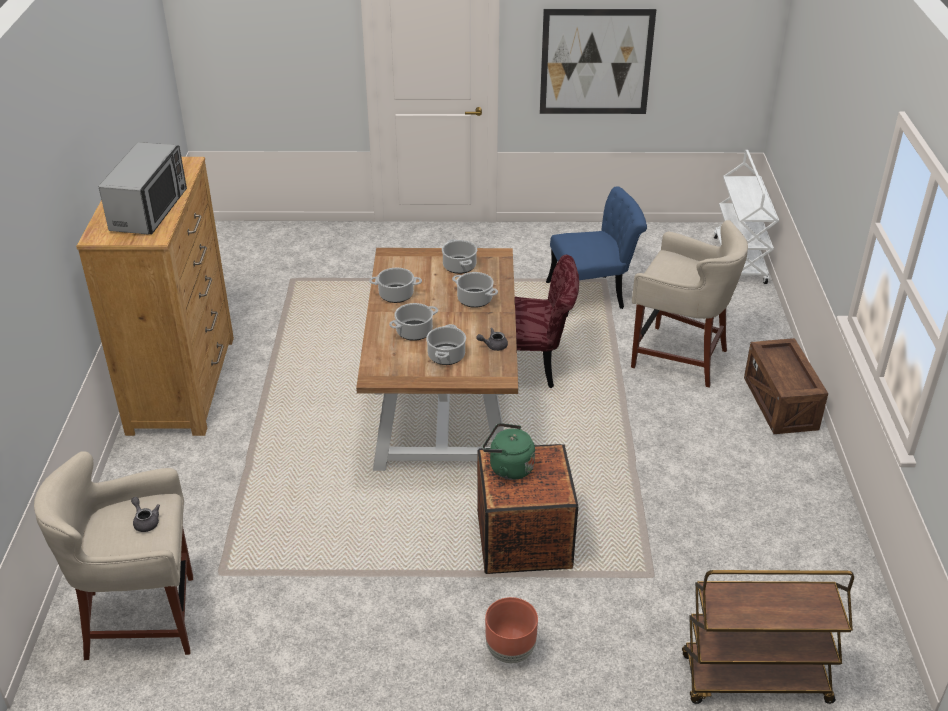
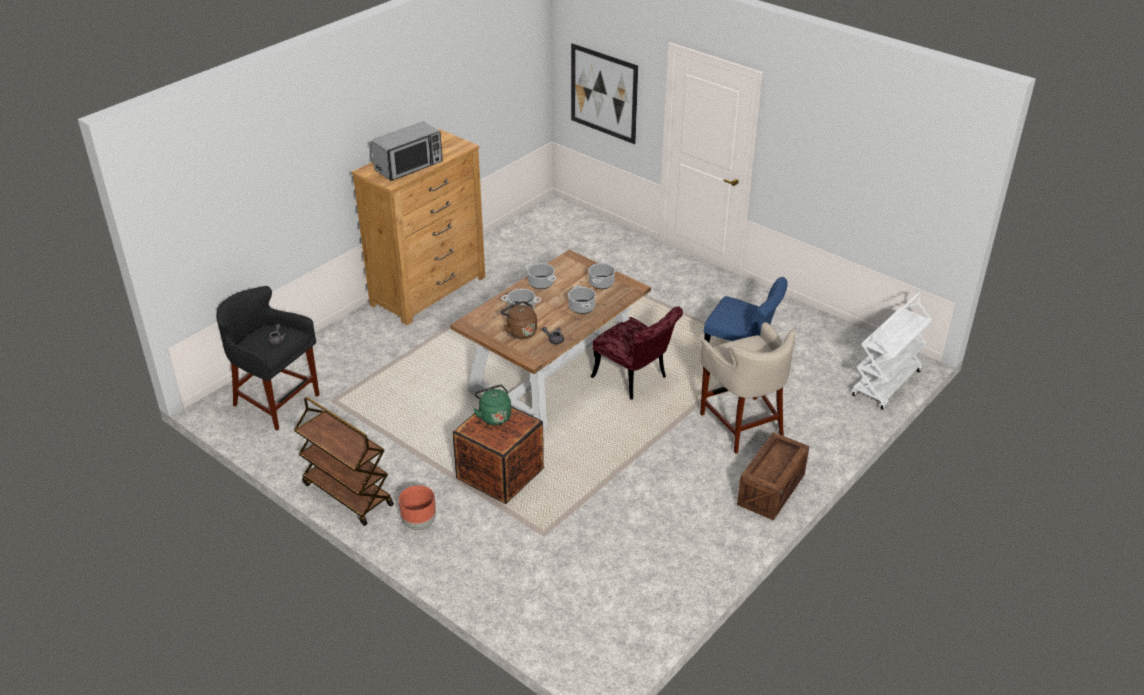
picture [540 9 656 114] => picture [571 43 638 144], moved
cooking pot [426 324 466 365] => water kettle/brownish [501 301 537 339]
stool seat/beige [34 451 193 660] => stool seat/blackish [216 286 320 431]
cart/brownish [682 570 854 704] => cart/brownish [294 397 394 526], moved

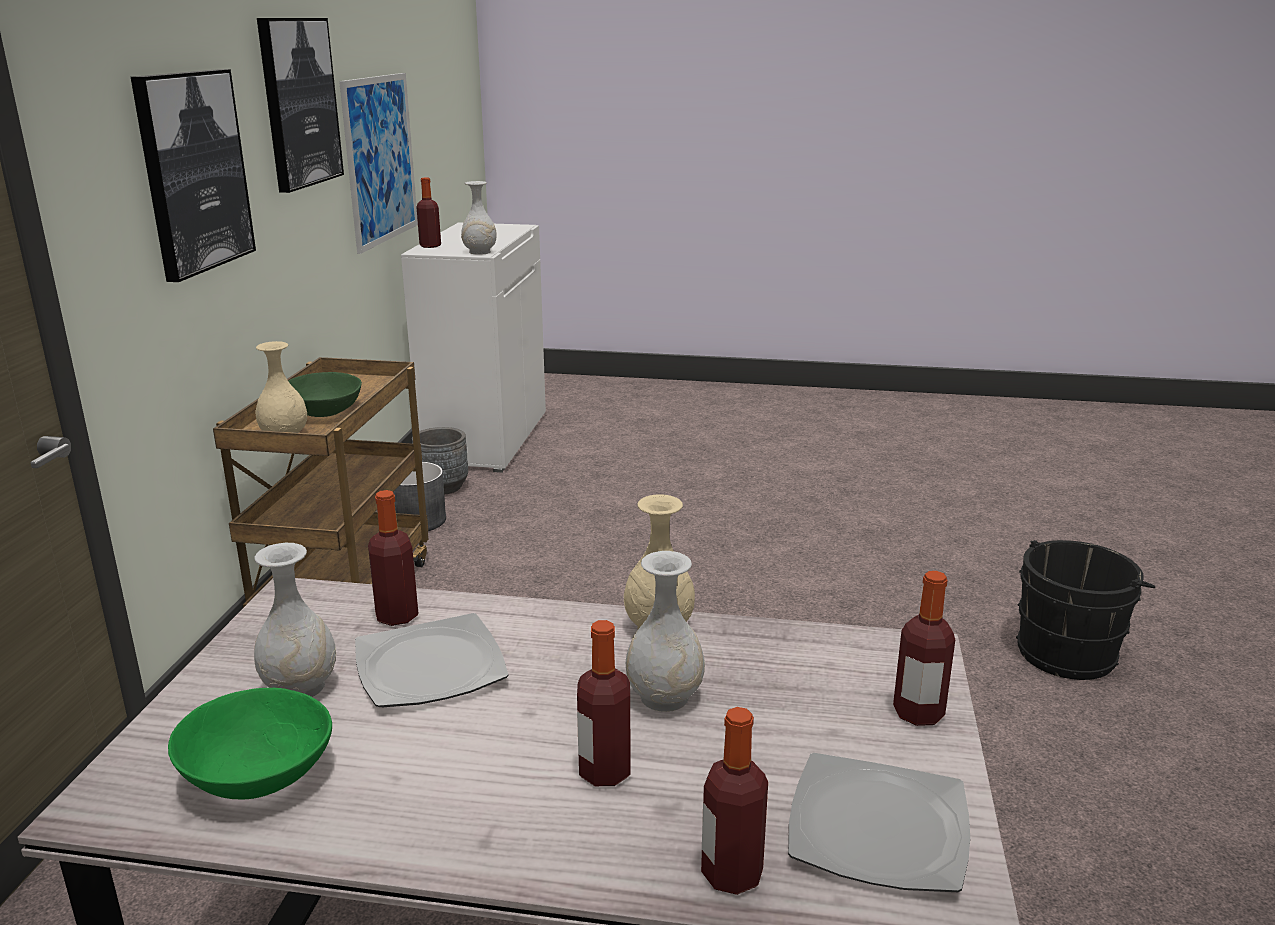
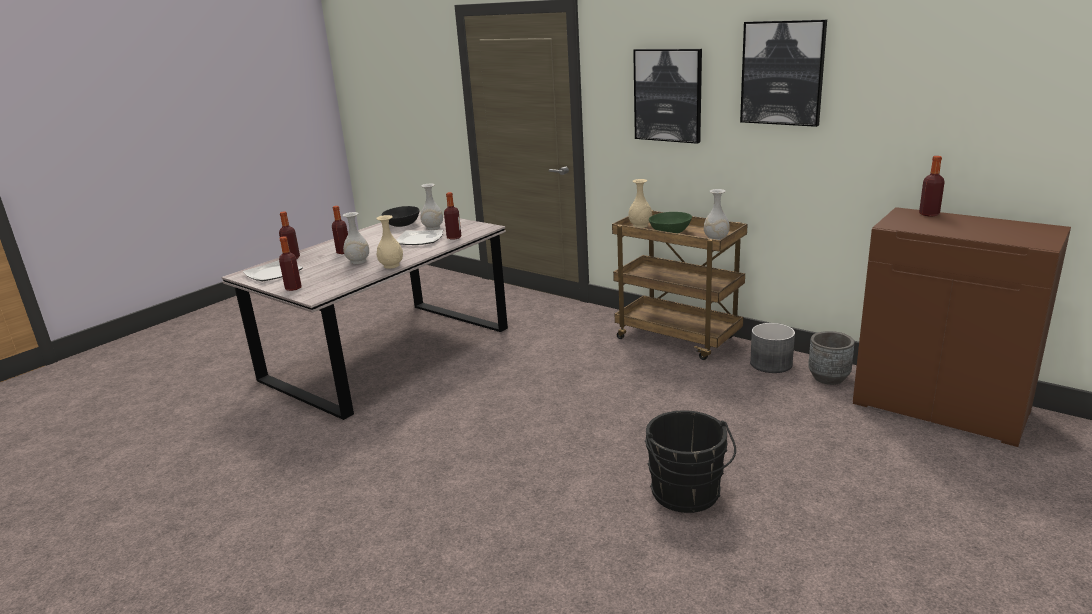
picture [339 73 418 254] => nothing
flower vase/whitish [461 181 497 255] => flower vase/whitish [704 189 730 240], moved
storage cabinet/whitish [401 222 546 473] => storage cabinet/brownish [853 207 1071 447]
water bucket/blackish [1016 540 1155 680] => water bucket/blackish [645 410 736 513], moved
deep dish/green-coloured [168 688 332 800] => deep dish/blackish [382 206 420 227]

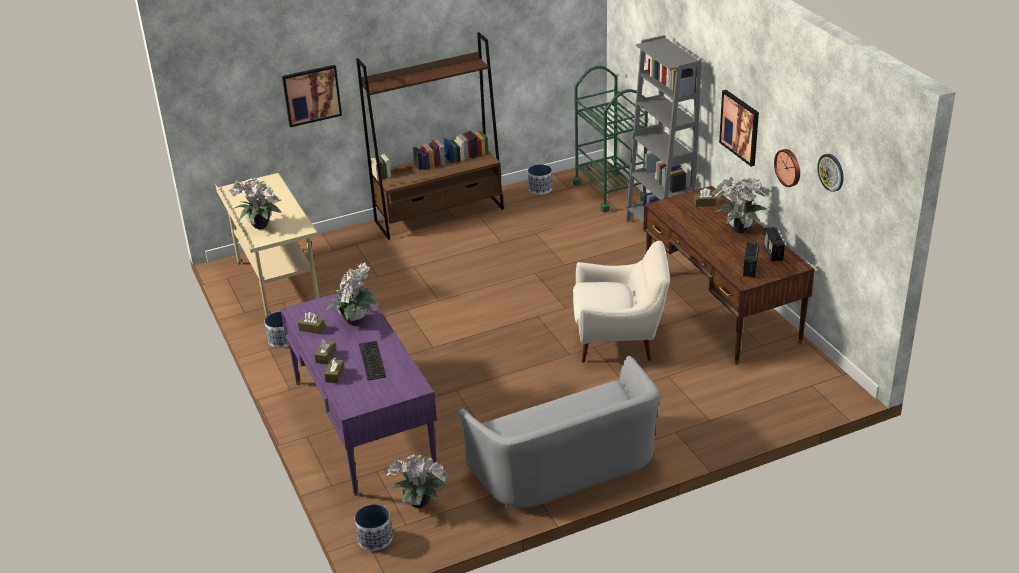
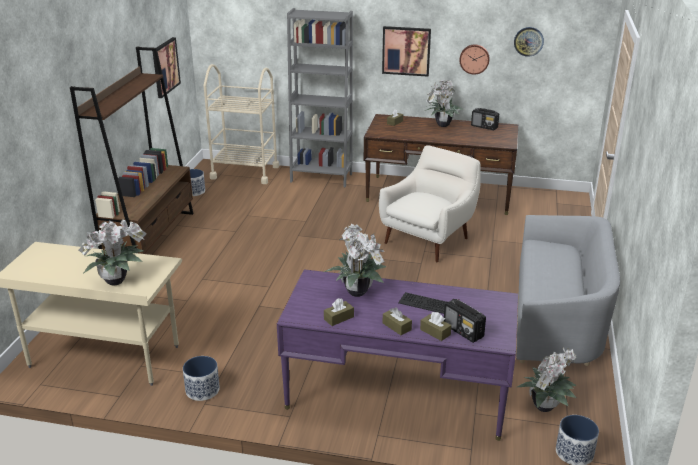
picture [282 65 342 127] => picture [153 37 181 98], moved
cart/green-coloured [573 66 648 213] => cart/beige [204 64 279 184]
radio receiver [743 242 759 277] => radio receiver [444 299 486 343], moved

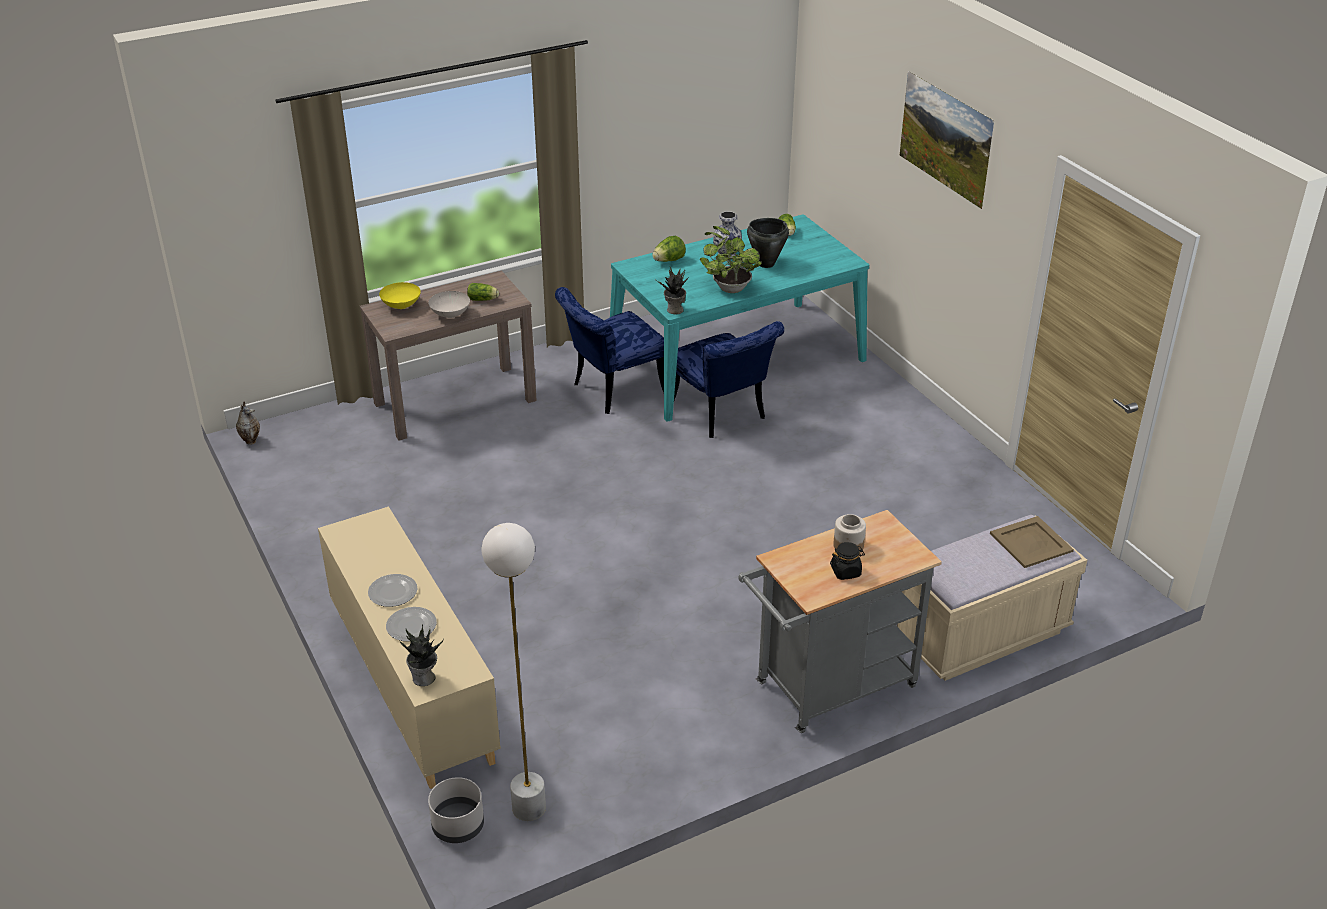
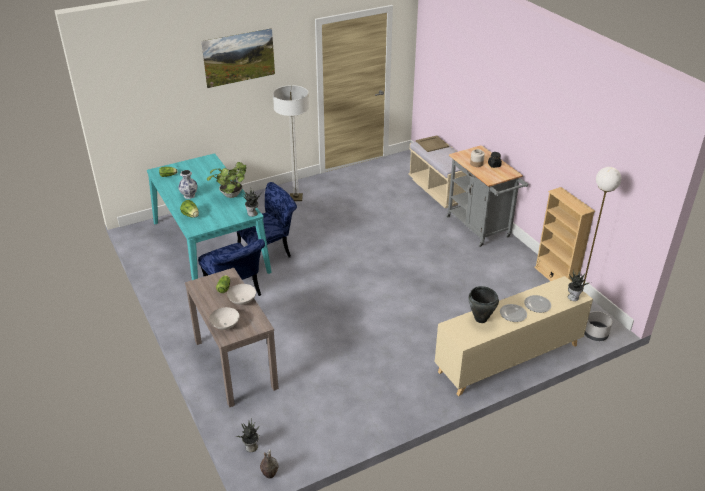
cooking pot/blackish [747 218 789 268] => cooking pot/blackish [469 286 499 323], moved
deep dish/yellowish [379 282 421 309] => deep dish/whitish [209 307 240 330]
nothing => floor lamp [273 85 309 201]
nothing => bookshelf/beige [534 187 595 281]
nothing => houseplant [236 419 259 452]

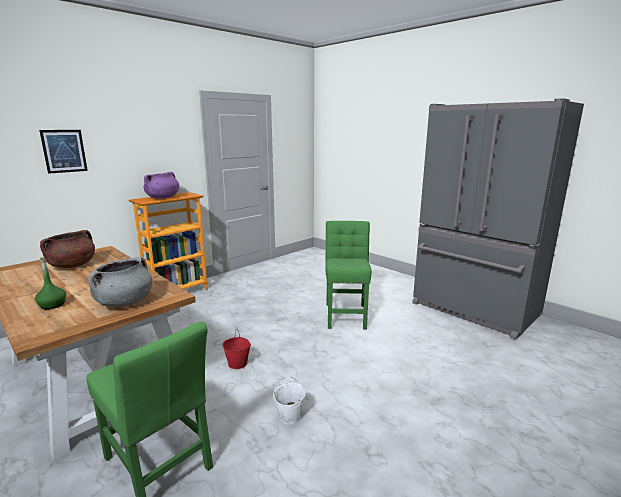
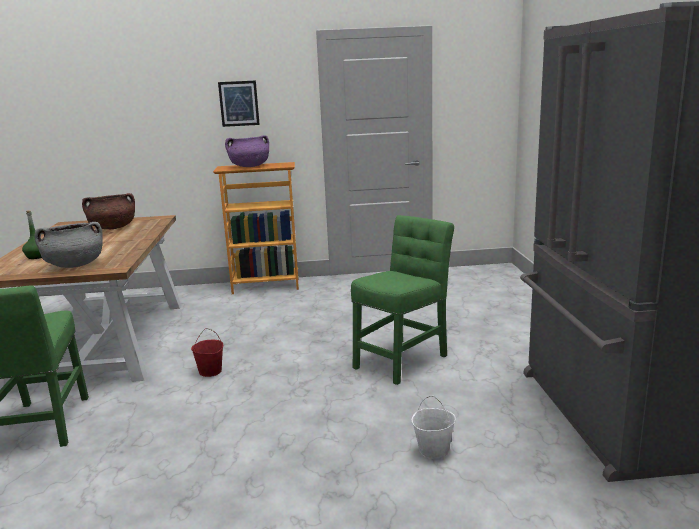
picture [39 130 88 174] => picture [218 81 260 127], moved
water bucket/whitish [273 376 306 424] => water bucket/whitish [412 396 456 459], moved

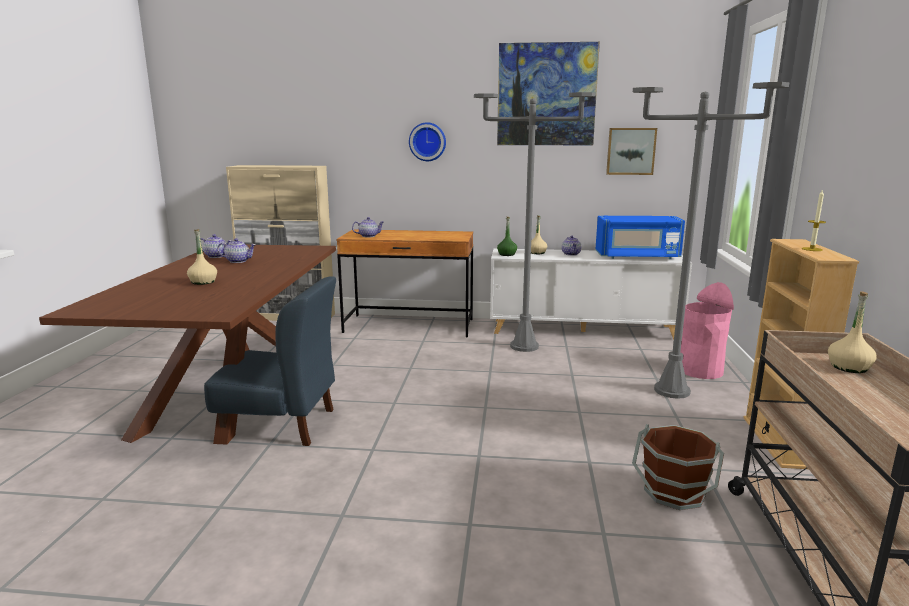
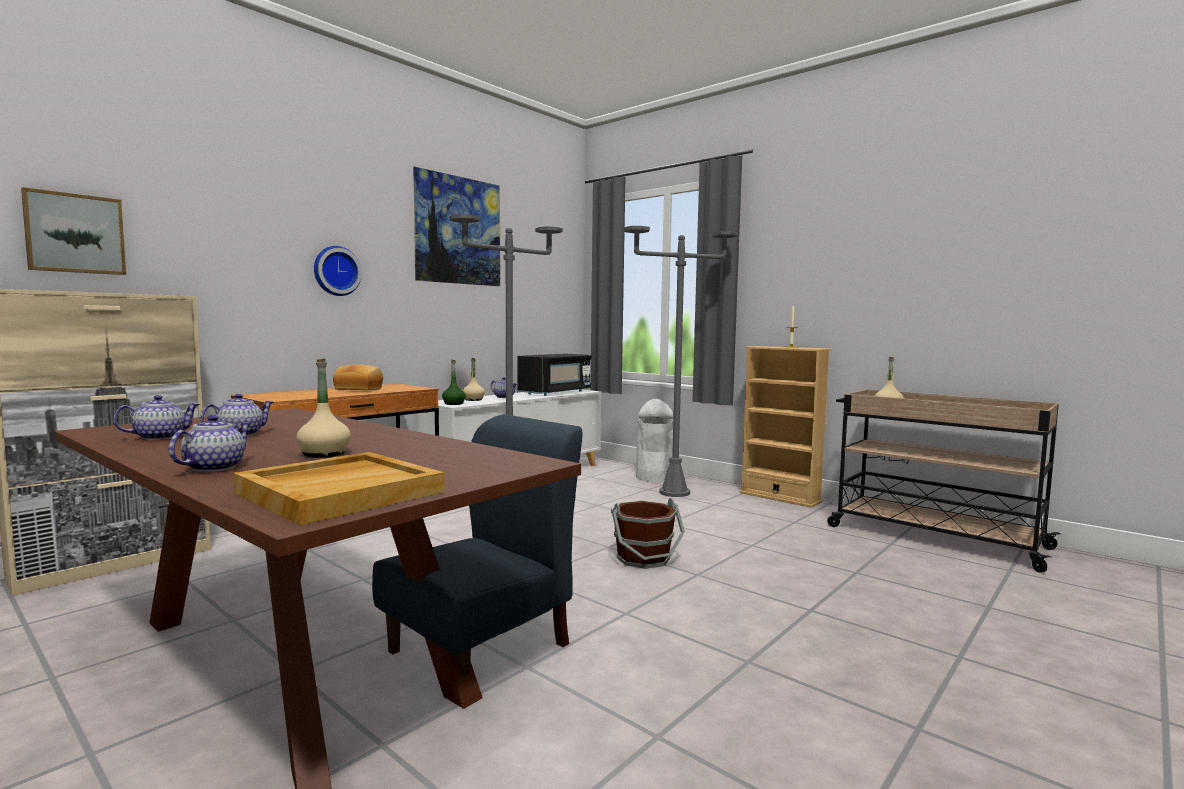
picture [606 128 657 175] => picture [21 187 126 275], moved
microwave/blue-coloured [596 216 685 259] => microwave/blackish [518 354 592 396]
tea pot [352 217 384 238] => tea pot [169 415 252 472], moved
rubbish bin/pink-coloured [680 282 734 379] => rubbish bin/whitish [636 399 673 482]
water bucket/brownish [632 424 724 510] => water bucket/brownish [611 498 685 569], moved
nothing => baked bread [333 364 383 390]
nothing => tray/beige [233 452 445 525]

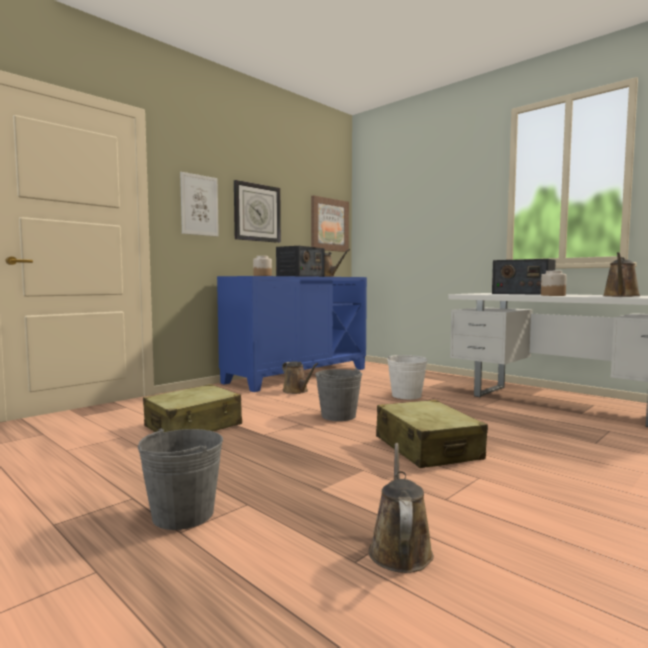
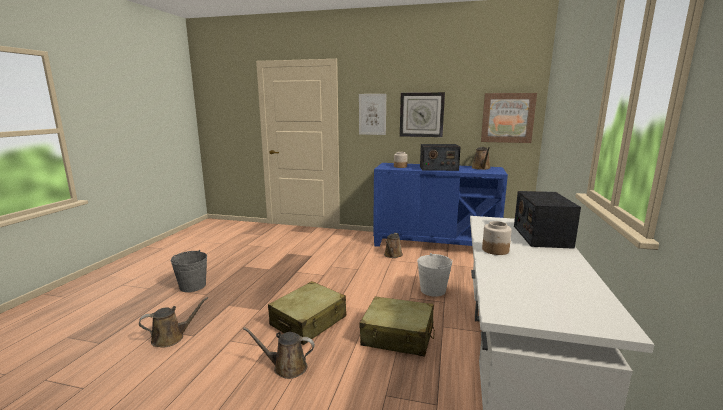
sprinkling can/brownish [603 252 640 297] => sprinkling can/brownish [243 327 315 379], moved
water bucket/gray [316 368 362 421] => nothing
suitcase/beige [143 384 242 433] => suitcase/beige [359 296 435 357], moved

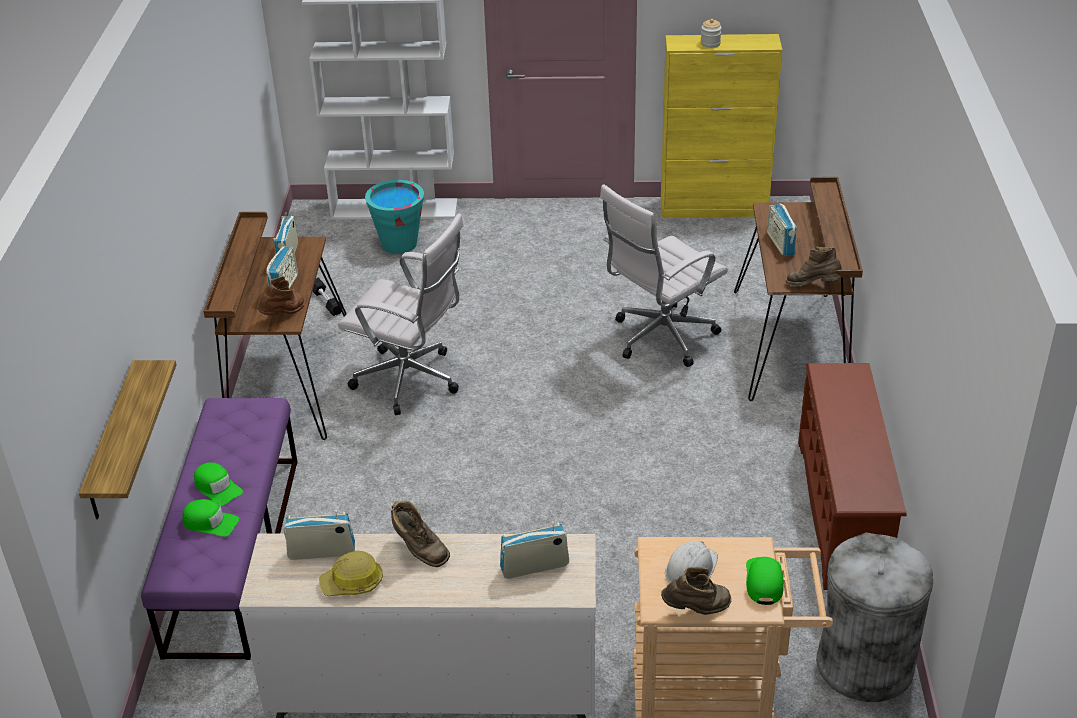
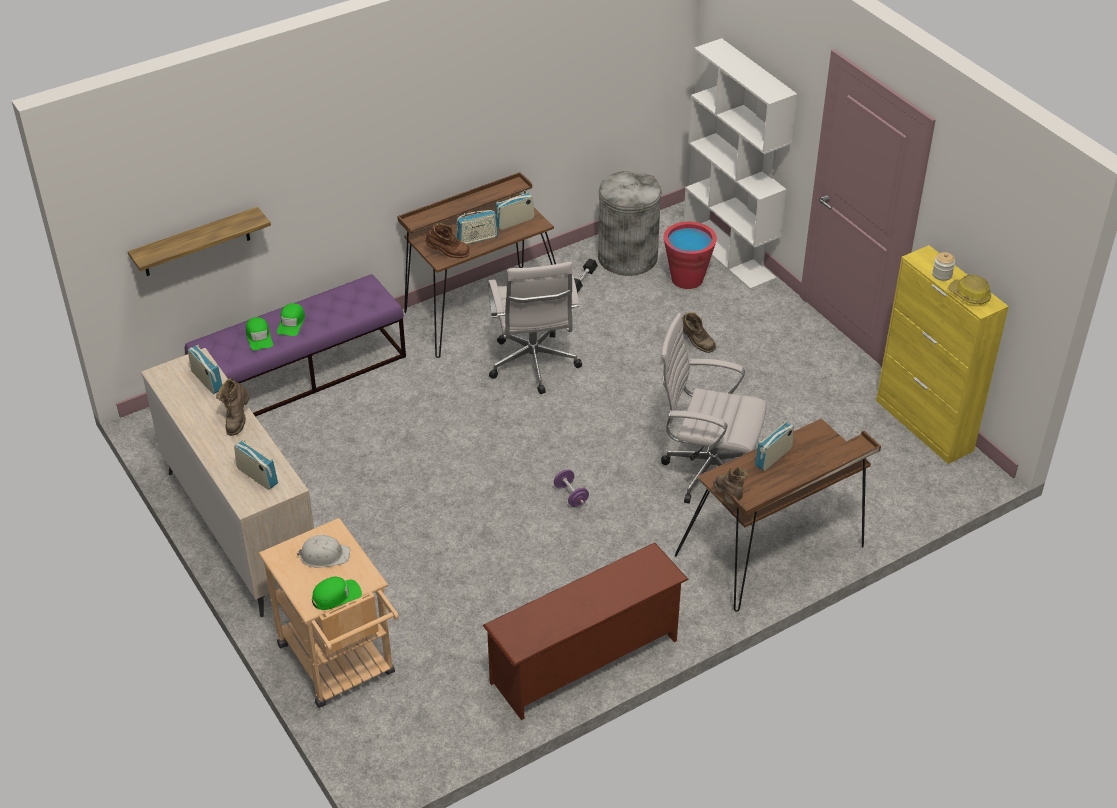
water bucket/turquoise [365 180 424 254] => water bucket/red [664 222 717 289]
rubbish bin/gray [816 532 933 702] => rubbish bin/gray [598 171 662 276], moved
hard hat [319 551 383 596] => hard hat [948 275 991 304], moved
boot/brownish [661 567 731 615] => boot/brownish [682 312 716 353], moved
nothing => hand weight/purple-coloured [554 469 589 507]

